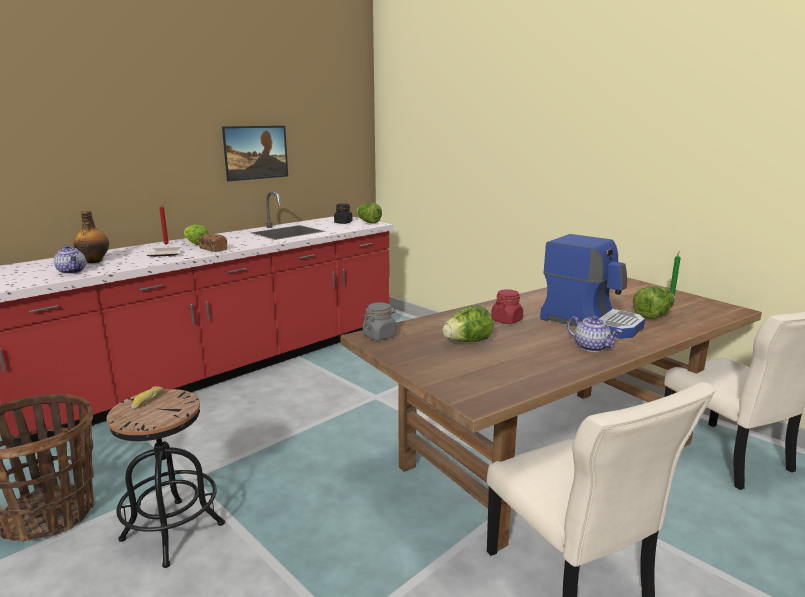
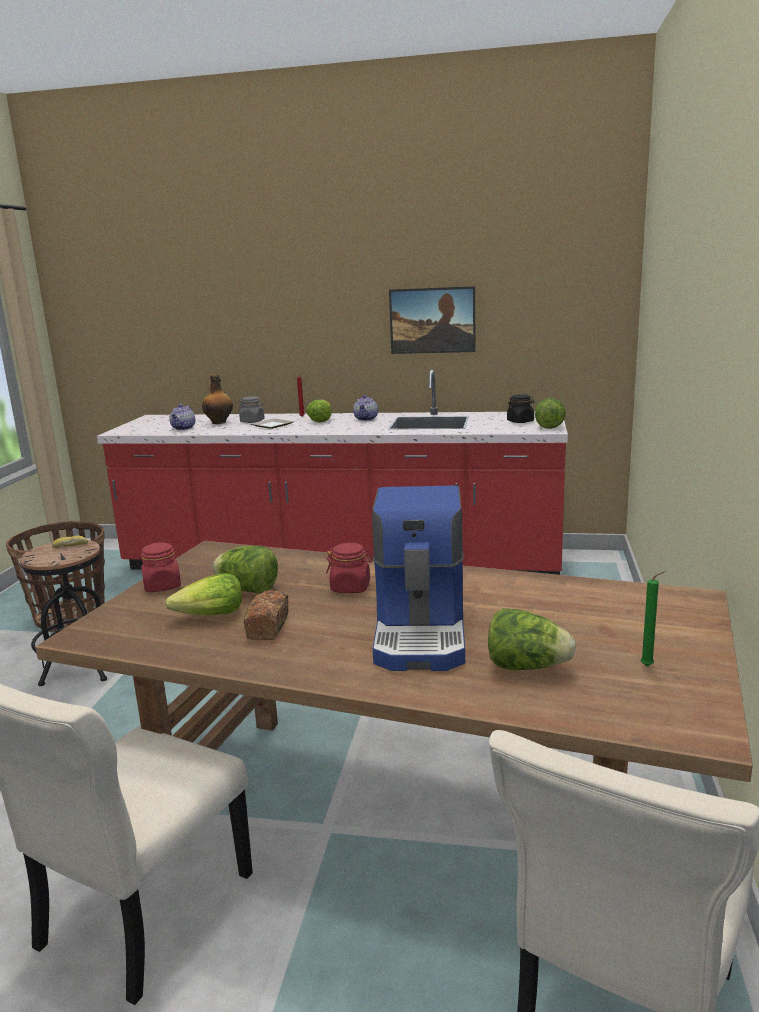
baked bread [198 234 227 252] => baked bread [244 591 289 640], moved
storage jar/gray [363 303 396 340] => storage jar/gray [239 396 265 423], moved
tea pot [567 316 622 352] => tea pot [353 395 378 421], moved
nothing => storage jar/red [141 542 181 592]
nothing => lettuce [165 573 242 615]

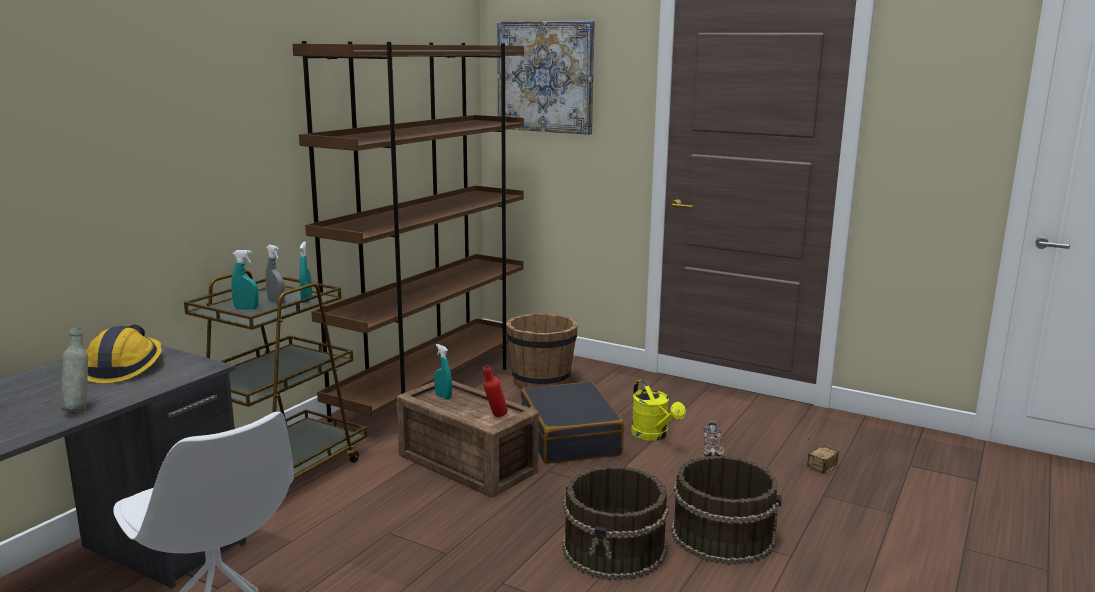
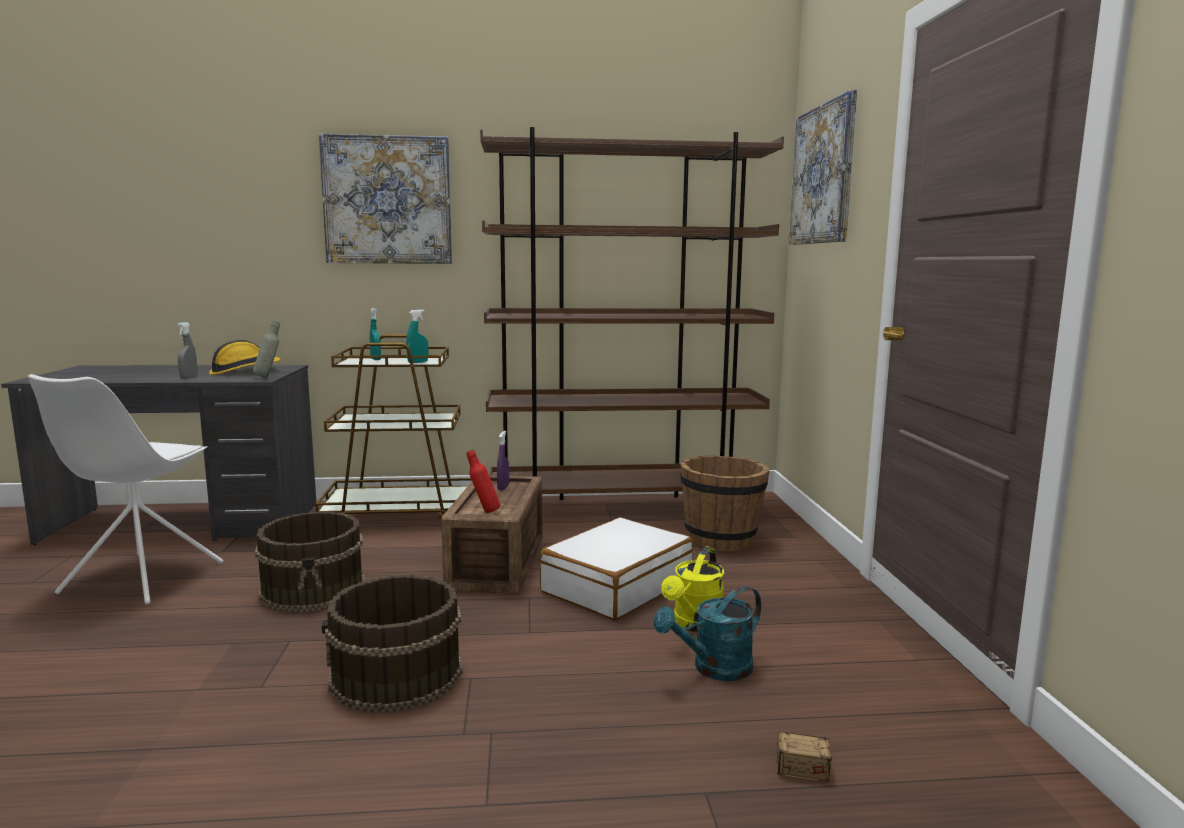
spray bottle/gray [266 245 285 304] => spray bottle/gray [177 322 198 379], moved
drink bottle/gray [61 328 88 411] => drink bottle/gray [253 321 280 378], moved
spray bottle/turquoise [434 344 452 400] => spray bottle/purple-coloured [497 431 509 490]
suitcase/blackish [521 382 624 464] => suitcase/whitish [540 517 693 620]
low shoe [703 420 724 457] => sprinkling can/turquoise [653 586 761 681]
water bucket/brownish [671 455 782 565] => water bucket/brownish [255 511 365 612], moved
nothing => picture [319 133 452 264]

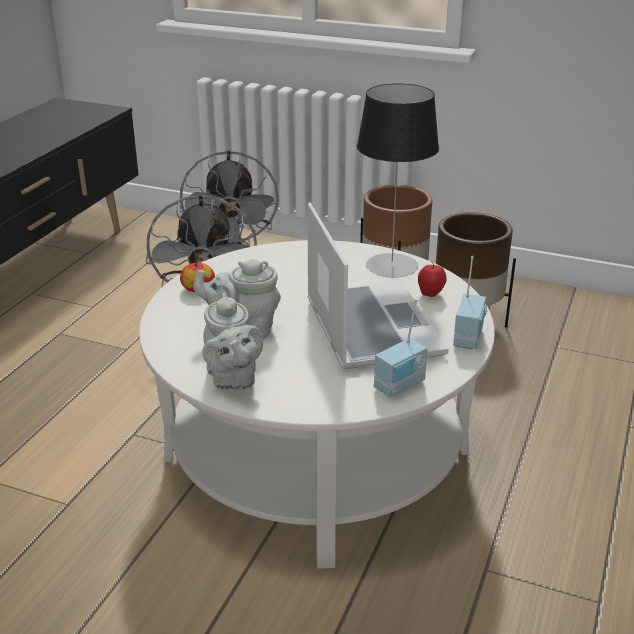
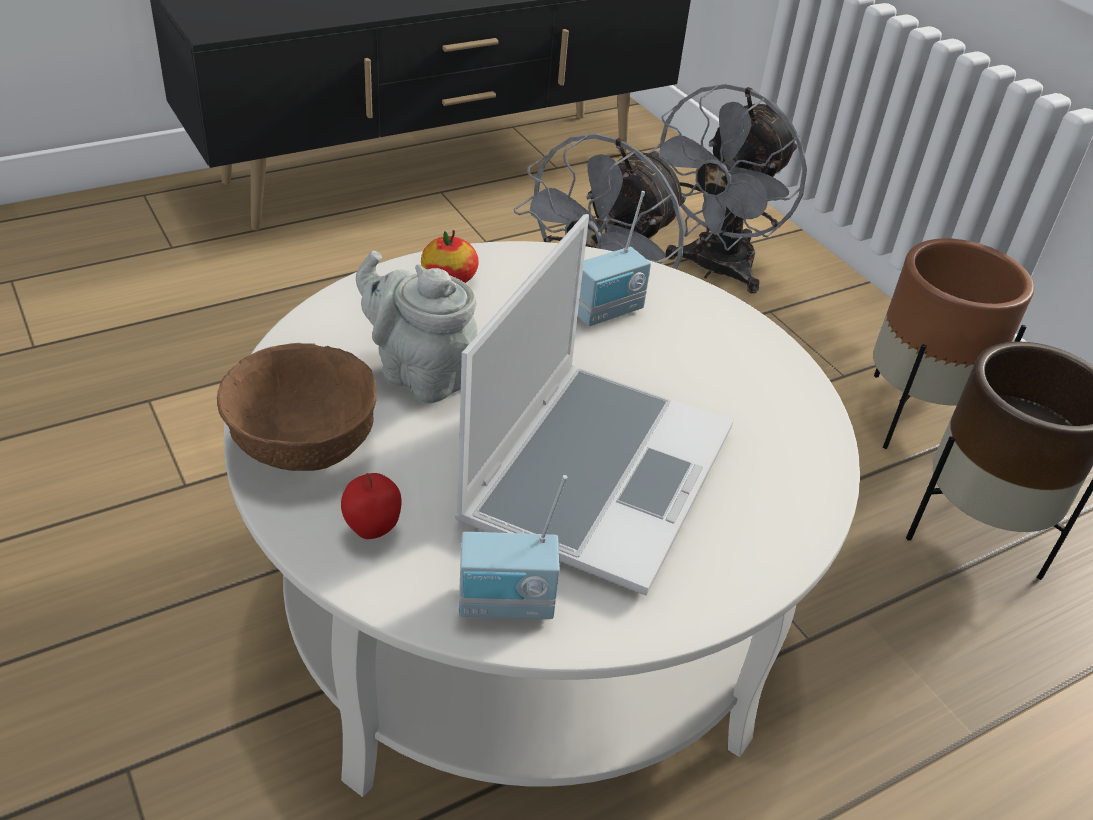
lamp for a table [357 83 439 278] => nothing
radio receiver [453 256 488 349] => radio receiver [578 191 651 326], moved
whole apple [418 262 447 297] => whole apple [341 473 402 539], moved
tea pot/gray [202 293 263 390] => deep dish/brownish [217 343 377 471]

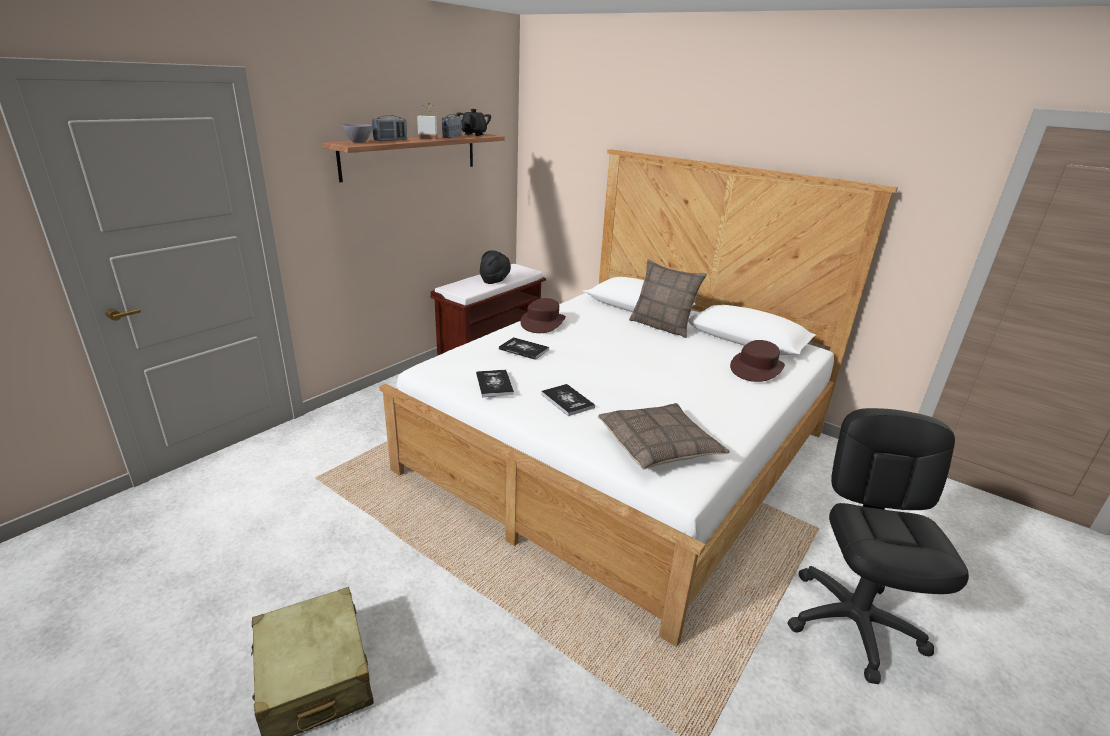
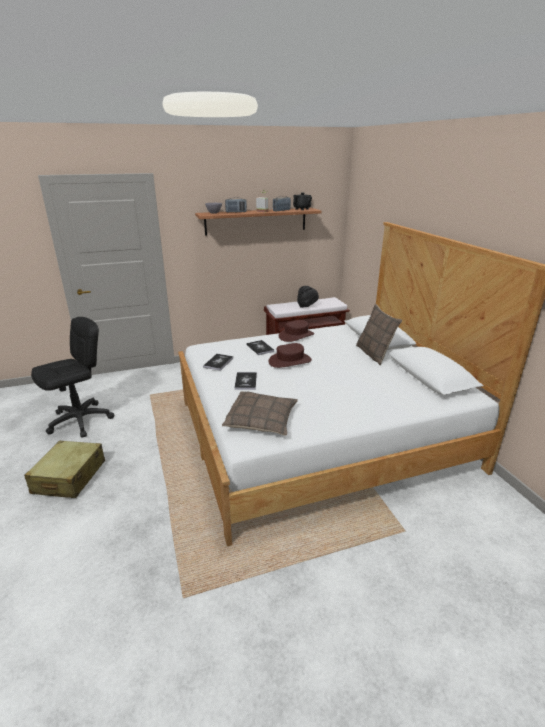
wearable hat/brownish [730 340 785 382] => wearable hat/brownish [269 343 312 368], moved
computer chair/blackish [787 408 969 684] => computer chair/blackish [31 317 114 438], moved

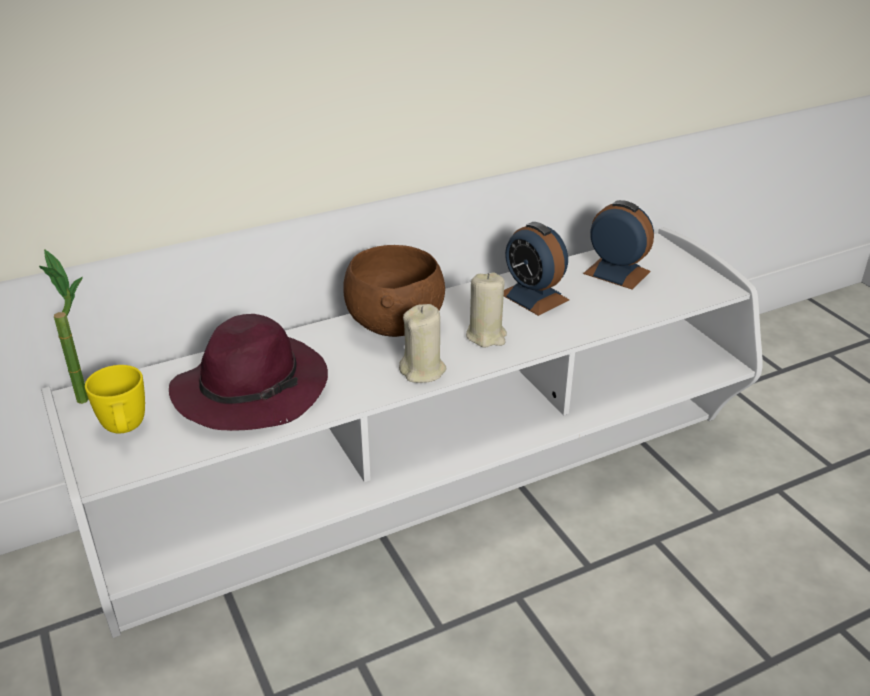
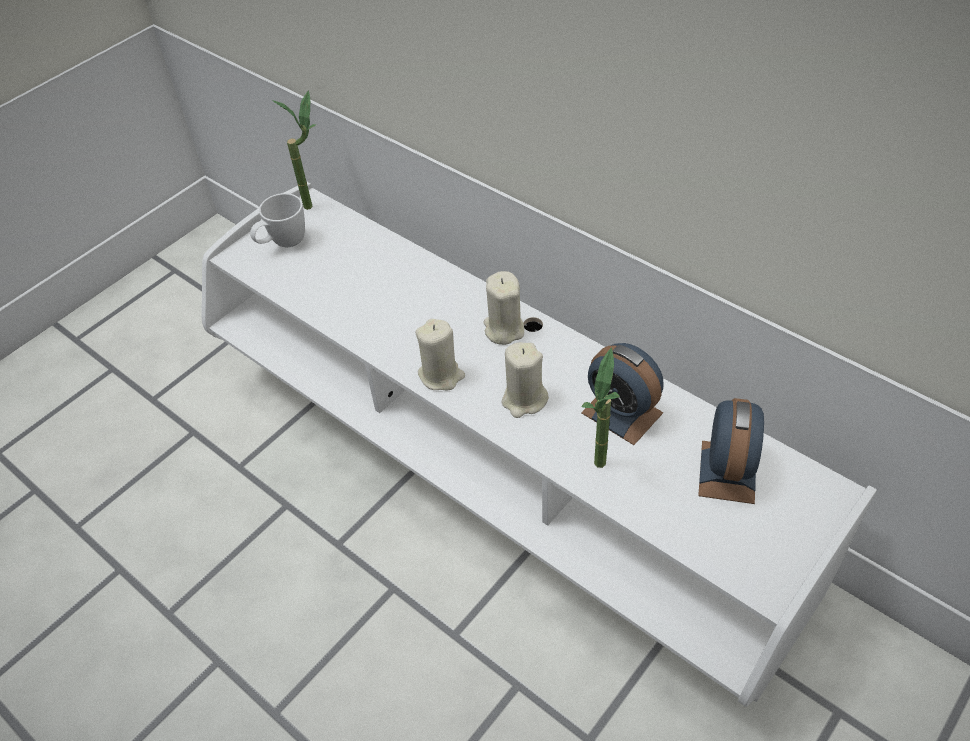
bedside clock [504 222 570 316] => bedside clock [581 343 663 445], 75 degrees counterclockwise
deep dish/brownish [343 245 445 337] => wax candle/beige [484 271 524 345]
wearable hat/purple-coloured [169 314 328 431] => nothing
coffee mug/yellowish [85 365 145 433] => coffee mug/whitish [250 193 305 247]
nothing => houseplant [582 348 620 468]

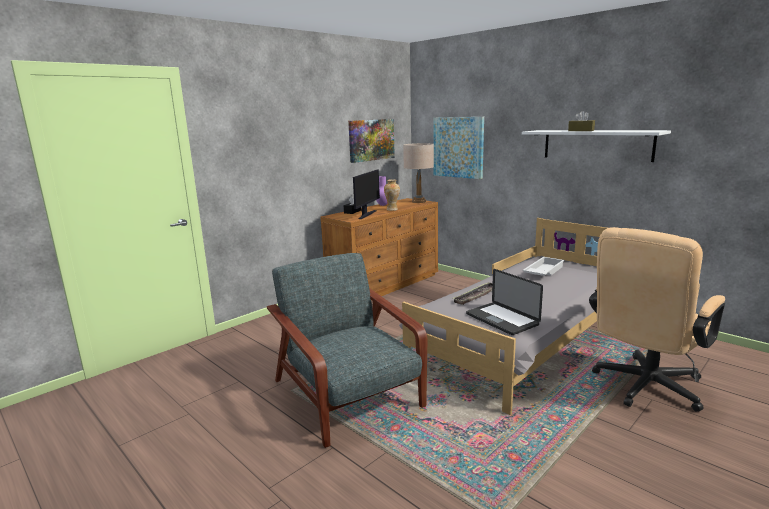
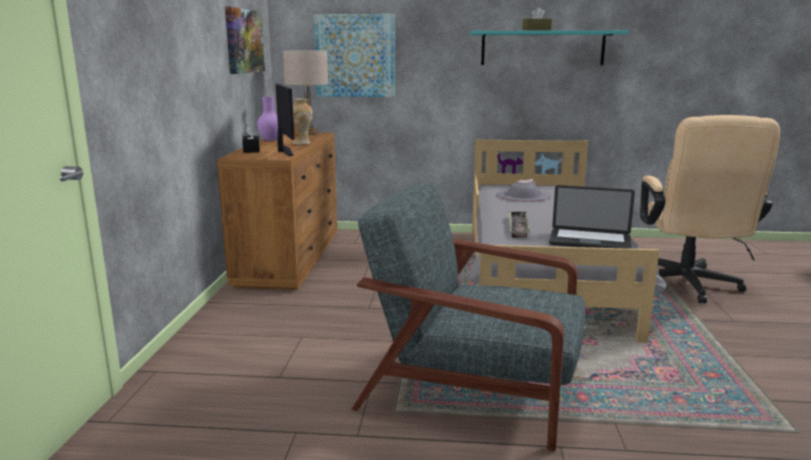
bracket shelf/whitish [522 130 671 162] => bracket shelf/turquoise [470 30 628 65]
tray/whitish [522 257 565 276] => wearable hat/gray [496 179 551 202]

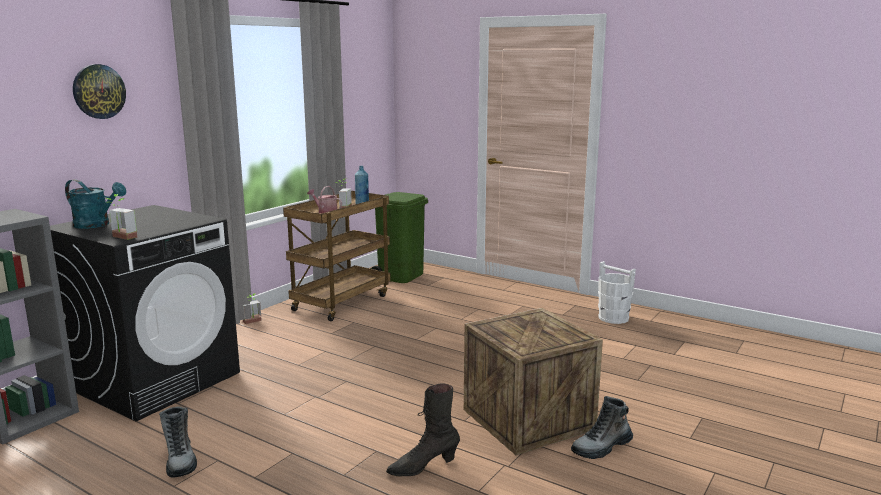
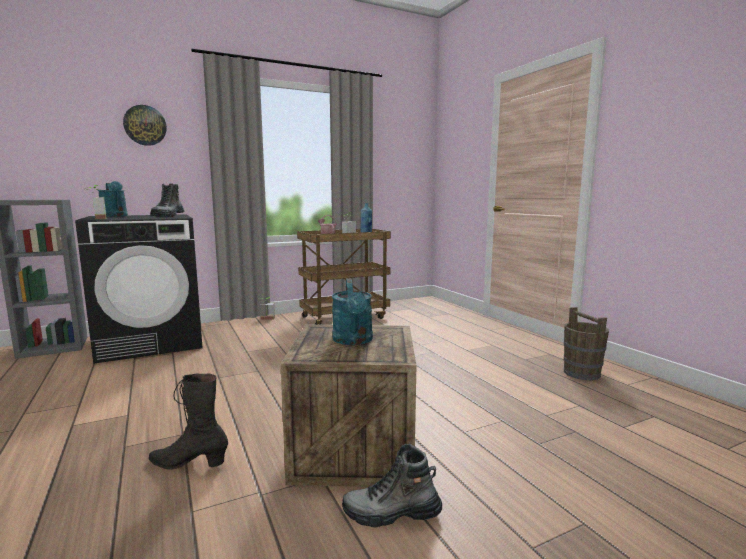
rubbish bin/green-coloured [371 192 428 283] => nothing
water bucket/whitish [598 261 636 324] => water bucket/brownish [564 307 609 380]
boot [159 406 197 478] => boot [150 183 185 216], moved
nothing => sprinkling can/turquoise [332 279 373 345]

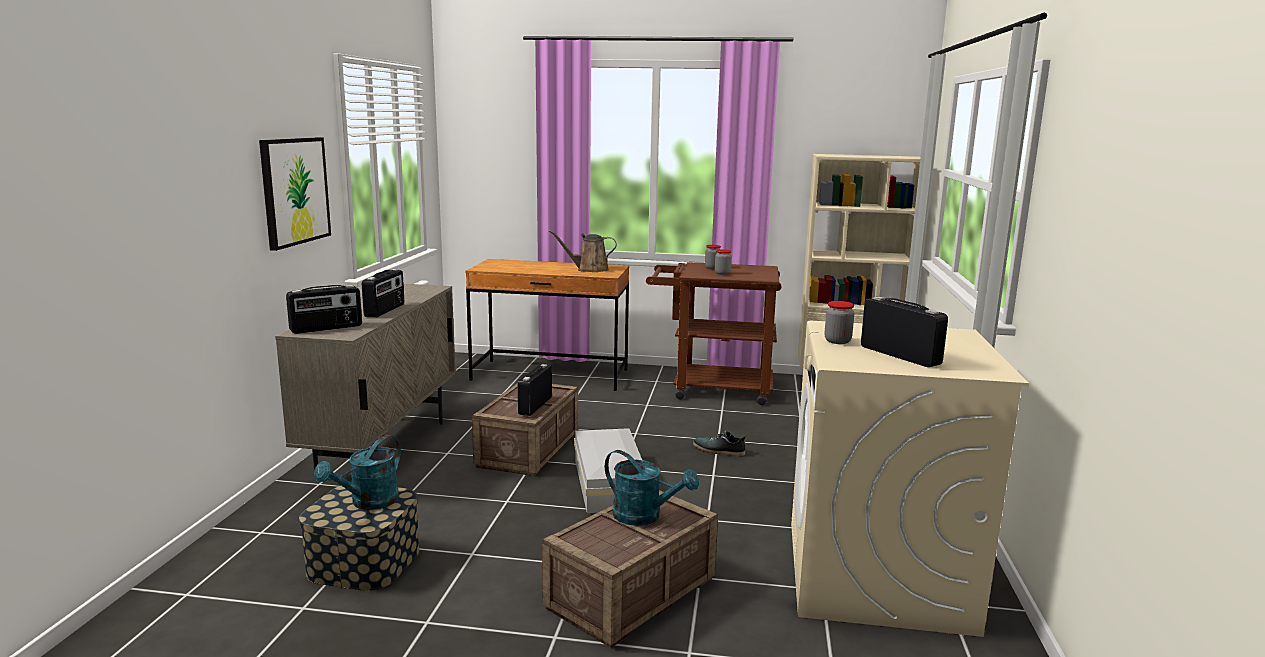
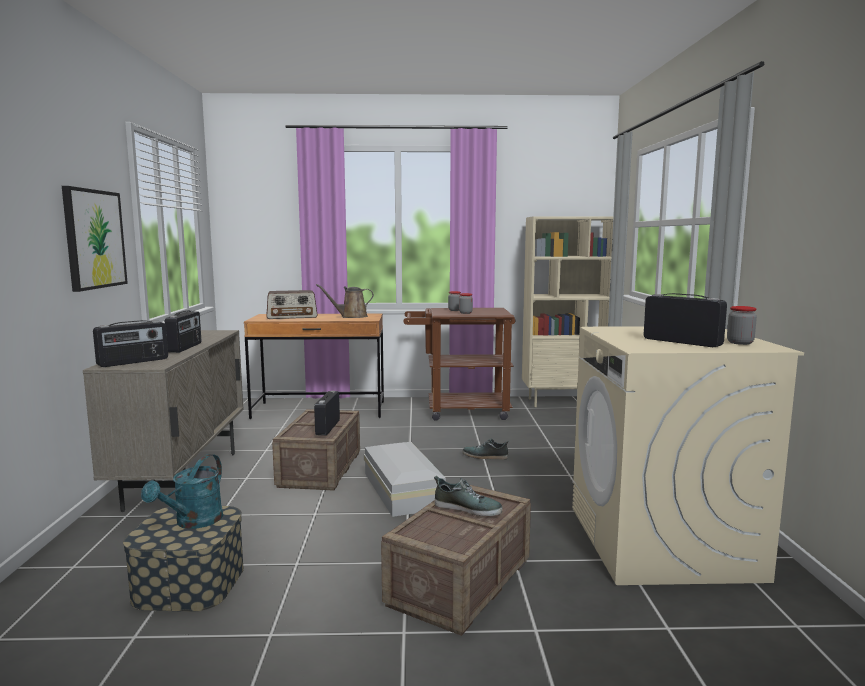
storage jar [825 301 854 344] => storage jar [727 306 757 345], moved
sprinkling can/turquoise [605 450 699 526] => low shoe [434 476 503 516]
nothing => radio receiver [266 290 317 319]

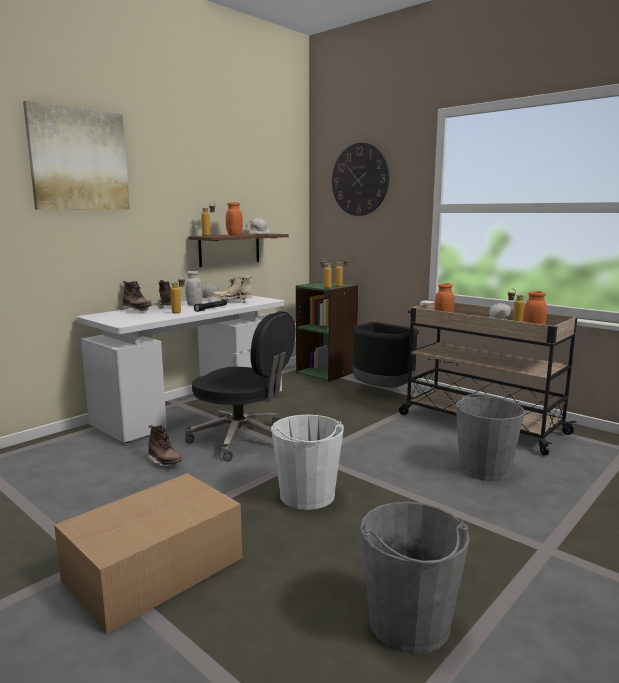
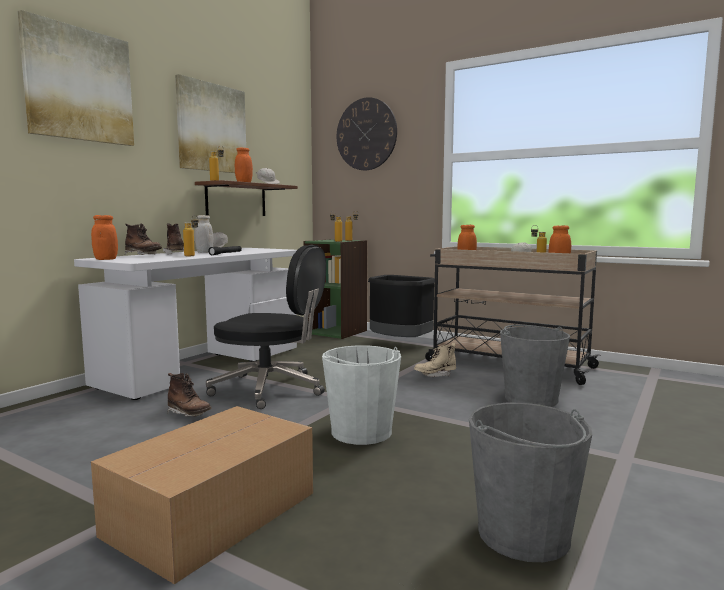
boot/beige [212 276 252 303] => boot/beige [414 343 456 377], moved
nothing => picture [175 74 246 173]
nothing => storage jar/orange [91 215 118 260]

